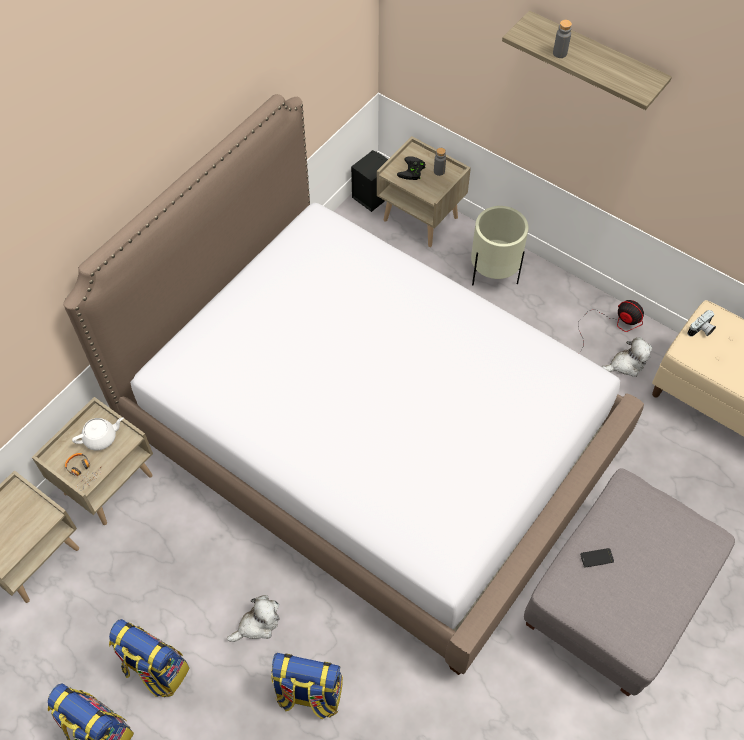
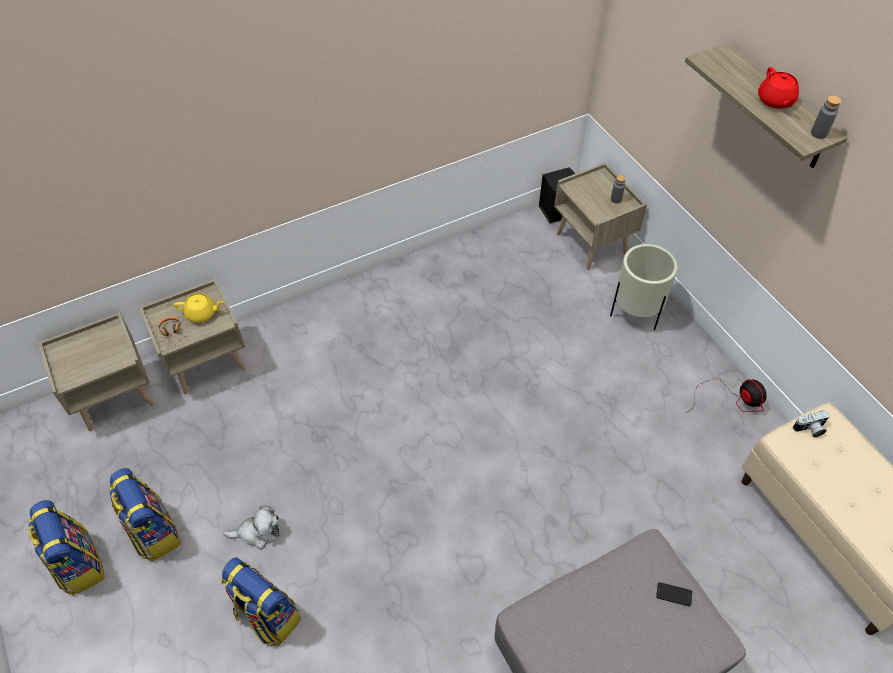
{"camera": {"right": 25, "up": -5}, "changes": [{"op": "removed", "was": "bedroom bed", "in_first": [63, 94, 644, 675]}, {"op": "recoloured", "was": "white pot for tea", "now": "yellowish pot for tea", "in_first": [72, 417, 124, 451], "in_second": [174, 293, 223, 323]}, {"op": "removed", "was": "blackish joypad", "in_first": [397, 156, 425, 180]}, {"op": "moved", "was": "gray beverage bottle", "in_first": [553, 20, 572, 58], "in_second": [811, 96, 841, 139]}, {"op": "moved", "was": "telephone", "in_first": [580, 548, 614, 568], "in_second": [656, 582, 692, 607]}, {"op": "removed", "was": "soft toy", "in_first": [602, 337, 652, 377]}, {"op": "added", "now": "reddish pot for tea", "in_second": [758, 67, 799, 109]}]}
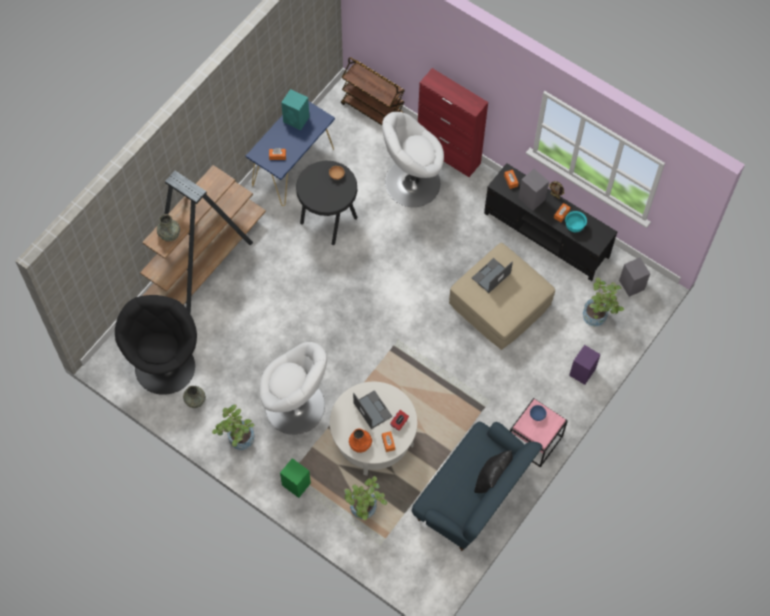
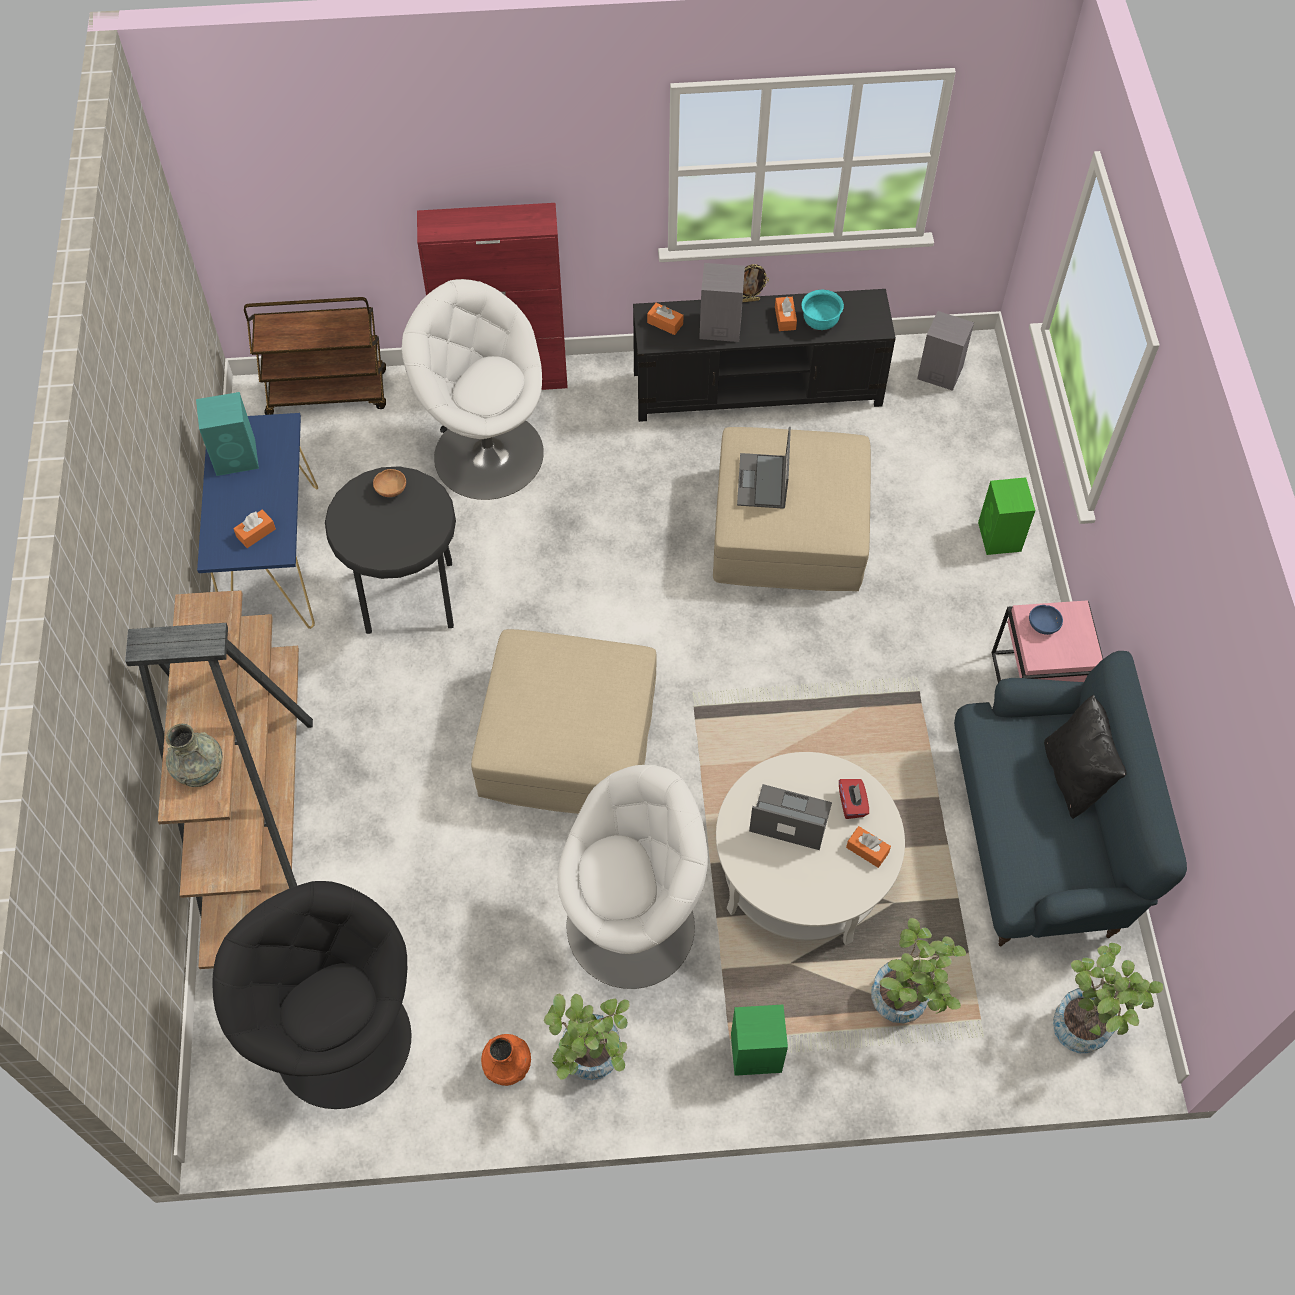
{"camera": {"right": -40, "up": -5}, "changes": [{"op": "removed", "was": "gray vase", "in_first": [183, 386, 206, 408]}, {"op": "moved", "was": "orange vase", "in_first": [349, 428, 372, 453], "in_second": [481, 1034, 531, 1086]}, {"op": "turned", "was": "white lounge chair", "in_first": [382, 112, 444, 207], "in_second": [402, 279, 544, 500], "clockwise": 90}, {"op": "recoloured", "was": "purple-coloured speaker", "now": "greenish speaker", "in_first": [569, 345, 601, 385], "in_second": [978, 477, 1036, 555]}, {"op": "moved", "was": "plant in a pot", "in_first": [583, 277, 624, 327], "in_second": [1053, 943, 1164, 1053]}, {"op": "added", "now": "beige footrest", "in_second": [471, 629, 657, 814]}]}
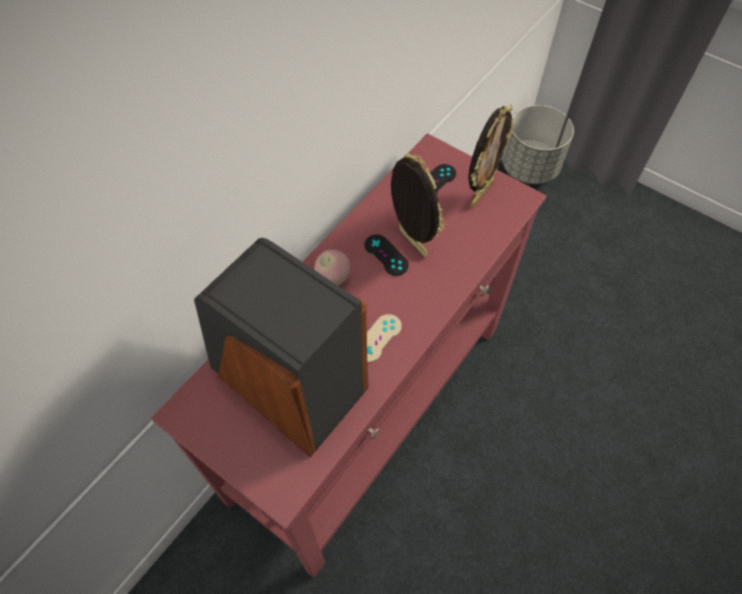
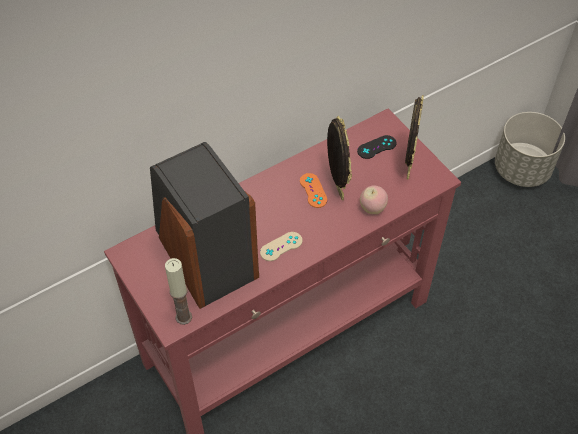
{"camera": {"right": 20, "up": -5}, "changes": [{"op": "moved", "was": "apple fruit", "in_first": [314, 249, 350, 285], "in_second": [360, 185, 388, 214]}, {"op": "recoloured", "was": "blackish joypad", "now": "orange joypad", "in_first": [364, 234, 409, 276], "in_second": [300, 173, 328, 208]}, {"op": "turned", "was": "picture frame", "in_first": [468, 105, 514, 208], "in_second": [405, 95, 424, 180], "clockwise": -45}, {"op": "added", "now": "candle", "in_second": [165, 258, 192, 325]}]}
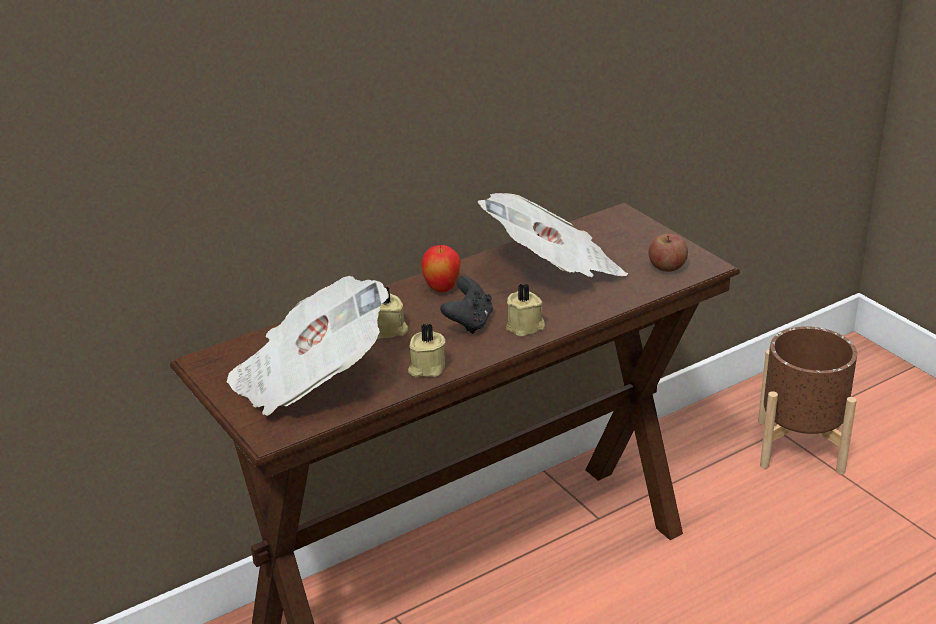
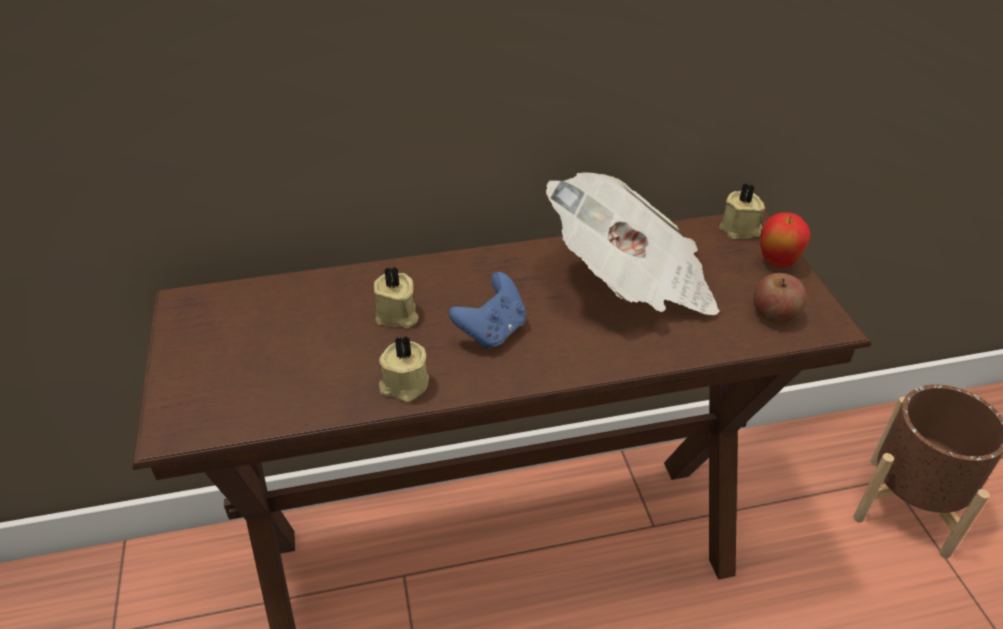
{"camera": {"right": 20, "up": 10}, "changes": [{"op": "removed", "was": "newspaper", "in_first": [227, 276, 389, 416]}, {"op": "moved", "was": "apple fruit", "in_first": [421, 245, 461, 292], "in_second": [760, 212, 811, 268]}, {"op": "recoloured", "was": "blackish joypad", "now": "blue joypad", "in_first": [440, 276, 493, 334], "in_second": [449, 272, 526, 350]}, {"op": "moved", "was": "beige candle", "in_first": [506, 284, 545, 337], "in_second": [719, 183, 765, 239]}]}
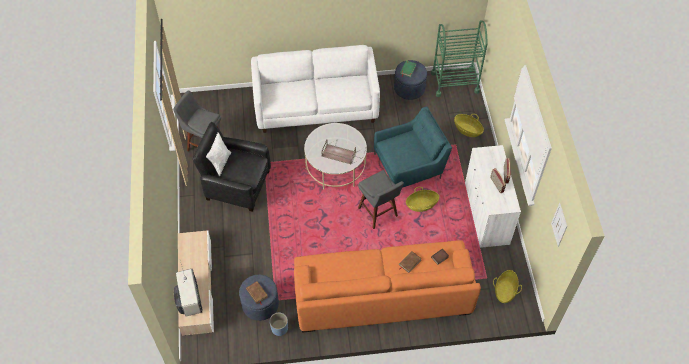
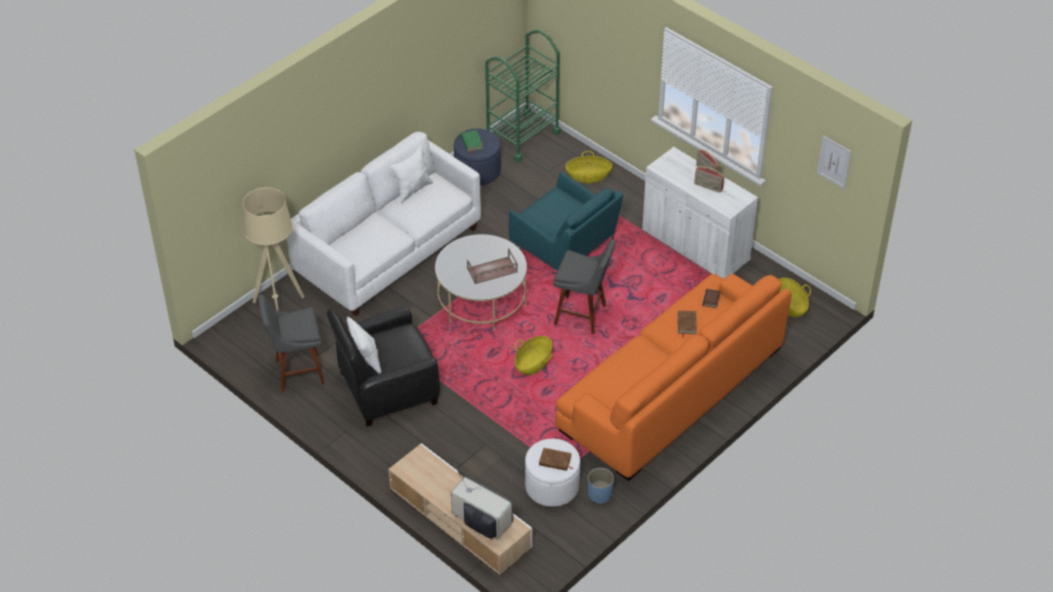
{"camera": {"right": -40, "up": -10}, "changes": [{"op": "recoloured", "was": "blue footrest", "now": "white footrest", "in_first": [239, 275, 279, 321], "in_second": [525, 439, 580, 507]}, {"op": "turned", "was": "blue-green lounge chair", "in_first": [374, 107, 452, 188], "in_second": [509, 172, 623, 271], "clockwise": 105}, {"op": "moved", "was": "storage basket", "in_first": [406, 187, 439, 212], "in_second": [515, 336, 553, 375]}, {"op": "added", "now": "beige floor lamp", "in_second": [243, 187, 305, 311]}, {"op": "added", "now": "white cushion", "in_second": [390, 145, 433, 204]}]}
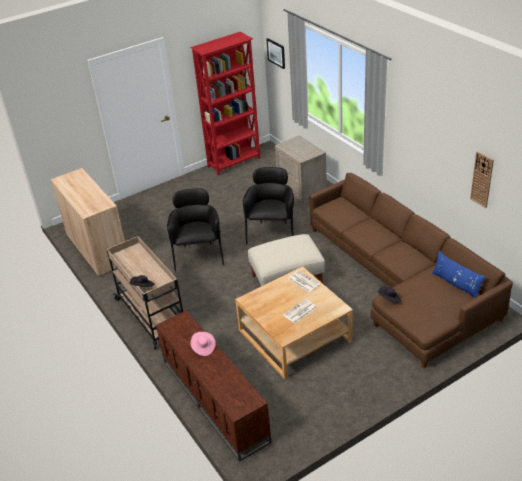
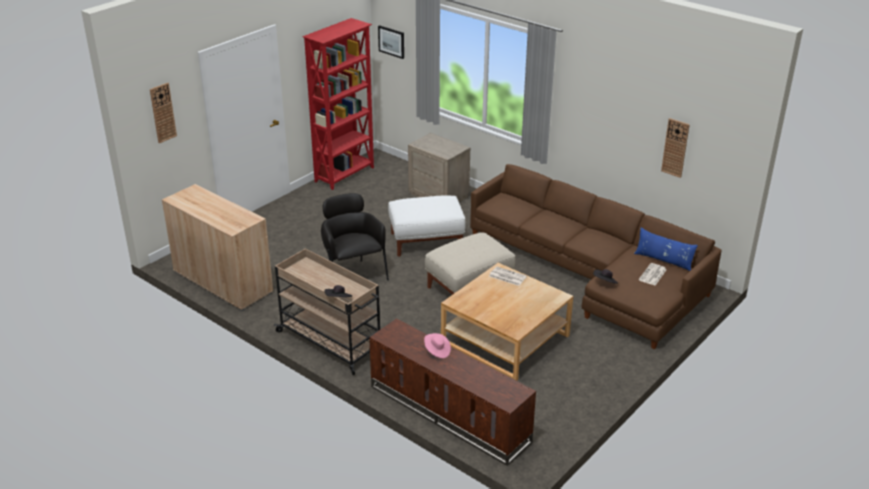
{"camera": {"right": -20, "up": -5}, "changes": [{"op": "replaced", "was": "blackish lounge chair", "now": "white footrest", "in_first": [243, 167, 294, 244], "in_second": [388, 195, 466, 257]}, {"op": "moved", "was": "newspaper", "in_first": [283, 299, 317, 323], "in_second": [639, 263, 667, 285]}, {"op": "added", "now": "wall clock", "in_second": [150, 83, 177, 143]}]}
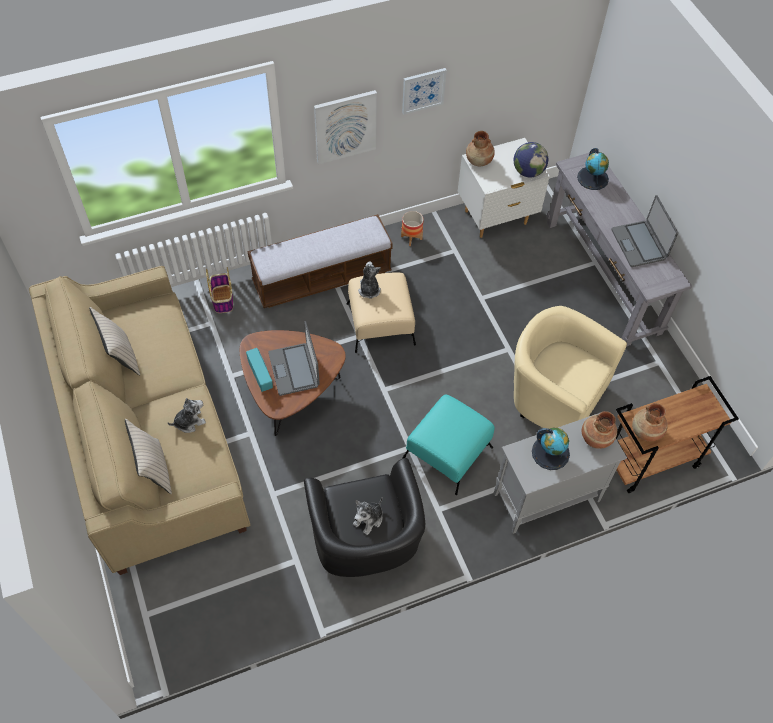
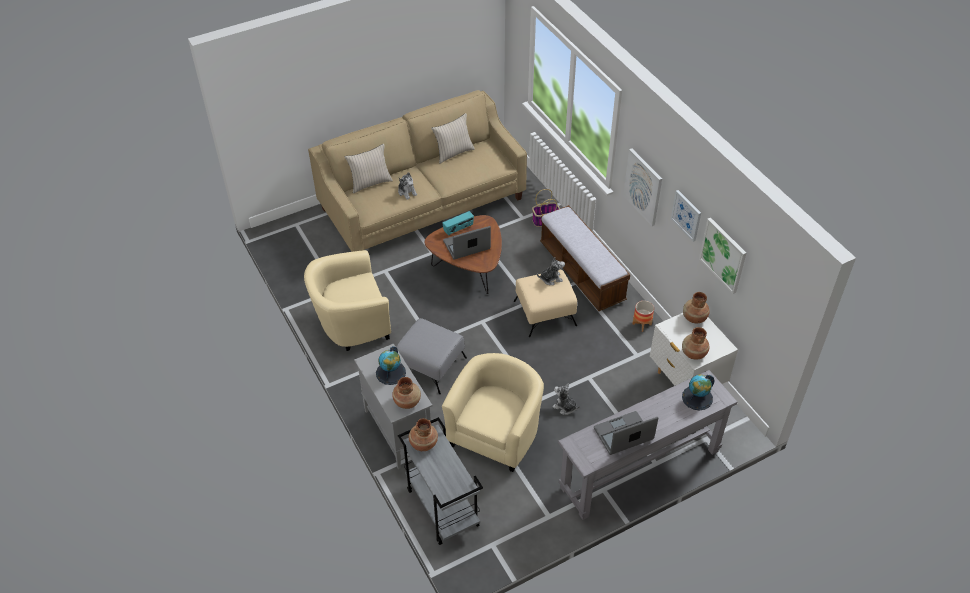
{"camera": {"right": 85, "up": -10}, "changes": [{"op": "recoloured", "was": "blackish lounge chair", "now": "beige lounge chair", "in_first": [304, 458, 425, 577], "in_second": [304, 250, 391, 351]}, {"op": "moved", "was": "soft toy", "in_first": [353, 497, 383, 535], "in_second": [553, 383, 580, 415]}, {"op": "recoloured", "was": "blue-green footrest", "now": "gray footrest", "in_first": [402, 394, 495, 495], "in_second": [396, 318, 467, 394]}, {"op": "replaced", "was": "desk globe", "now": "brownish vase", "in_first": [514, 142, 548, 178], "in_second": [682, 327, 709, 359]}, {"op": "recoloured", "was": "brownish wheeled cart", "now": "gray wheeled cart", "in_first": [616, 376, 739, 493], "in_second": [398, 417, 483, 545]}, {"op": "added", "now": "picture", "in_second": [699, 218, 746, 294]}]}
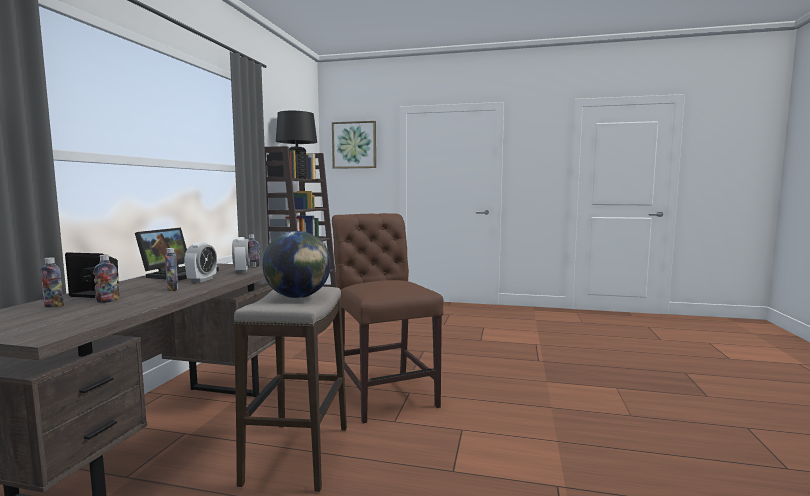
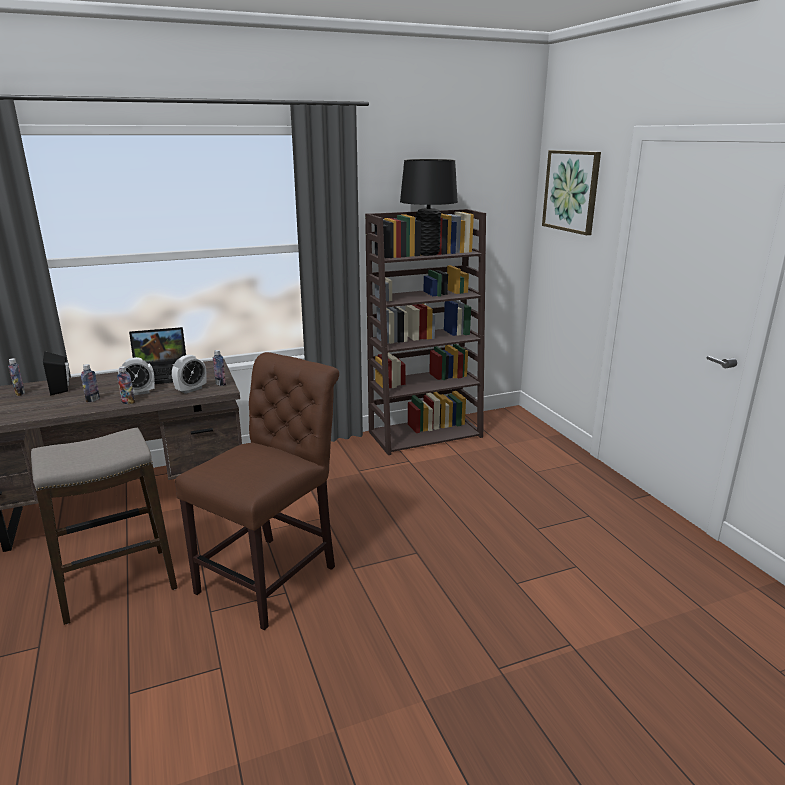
{"camera": {"right": 55, "up": 15}, "changes": [{"op": "moved", "was": "beverage bottle", "in_first": [93, 255, 120, 303], "in_second": [117, 366, 135, 404]}, {"op": "removed", "was": "desk globe", "in_first": [262, 231, 331, 298]}]}
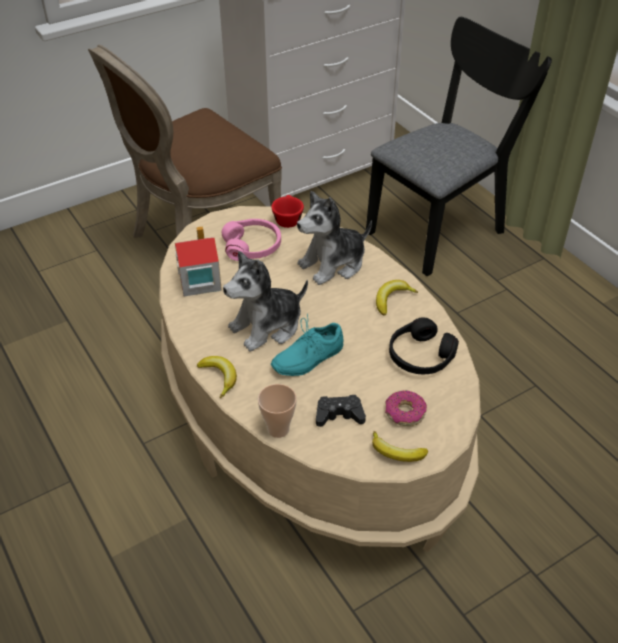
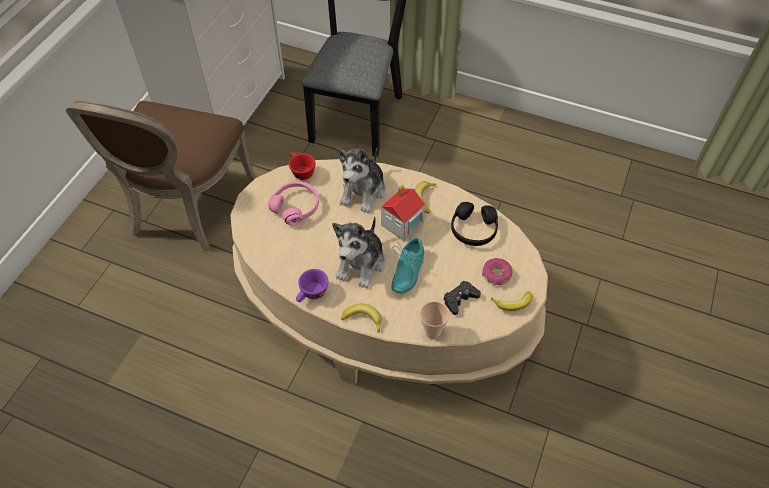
{"camera": {"right": -35, "up": 10}, "changes": [{"op": "moved", "was": "miniature house", "in_first": [175, 226, 222, 296], "in_second": [381, 185, 425, 241]}, {"op": "added", "now": "purple-coloured cup", "in_second": [296, 269, 329, 302]}]}
